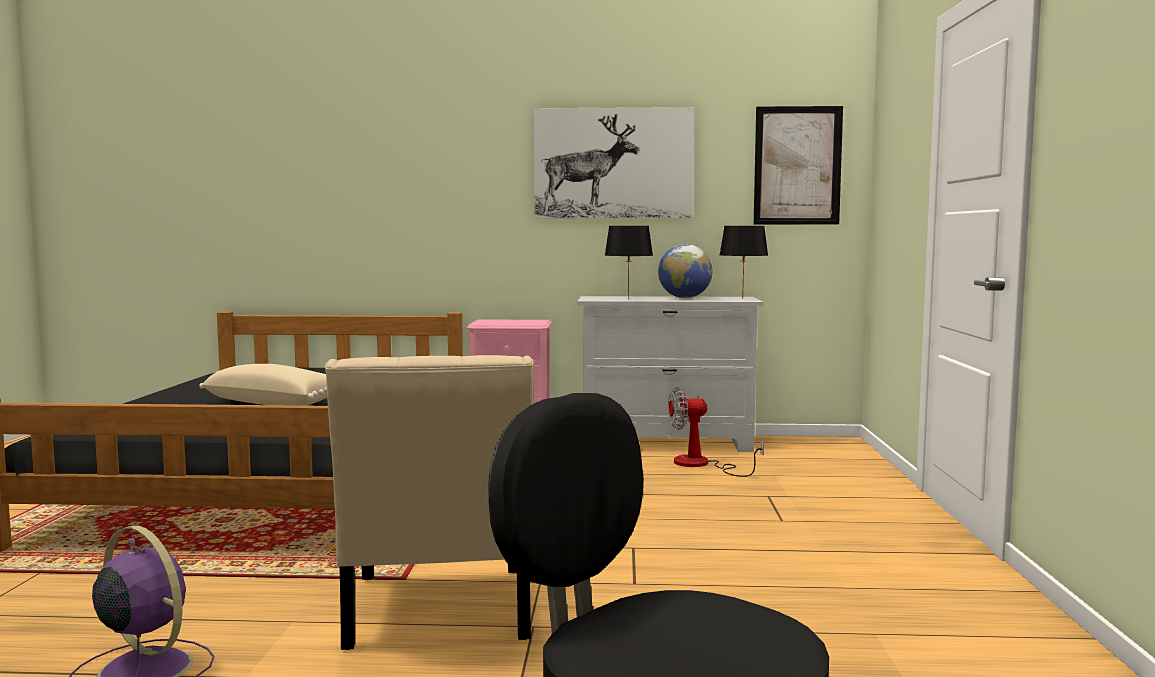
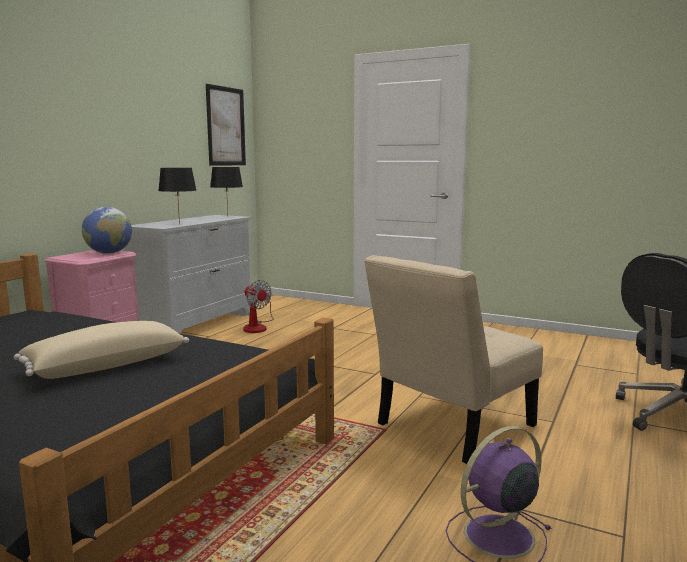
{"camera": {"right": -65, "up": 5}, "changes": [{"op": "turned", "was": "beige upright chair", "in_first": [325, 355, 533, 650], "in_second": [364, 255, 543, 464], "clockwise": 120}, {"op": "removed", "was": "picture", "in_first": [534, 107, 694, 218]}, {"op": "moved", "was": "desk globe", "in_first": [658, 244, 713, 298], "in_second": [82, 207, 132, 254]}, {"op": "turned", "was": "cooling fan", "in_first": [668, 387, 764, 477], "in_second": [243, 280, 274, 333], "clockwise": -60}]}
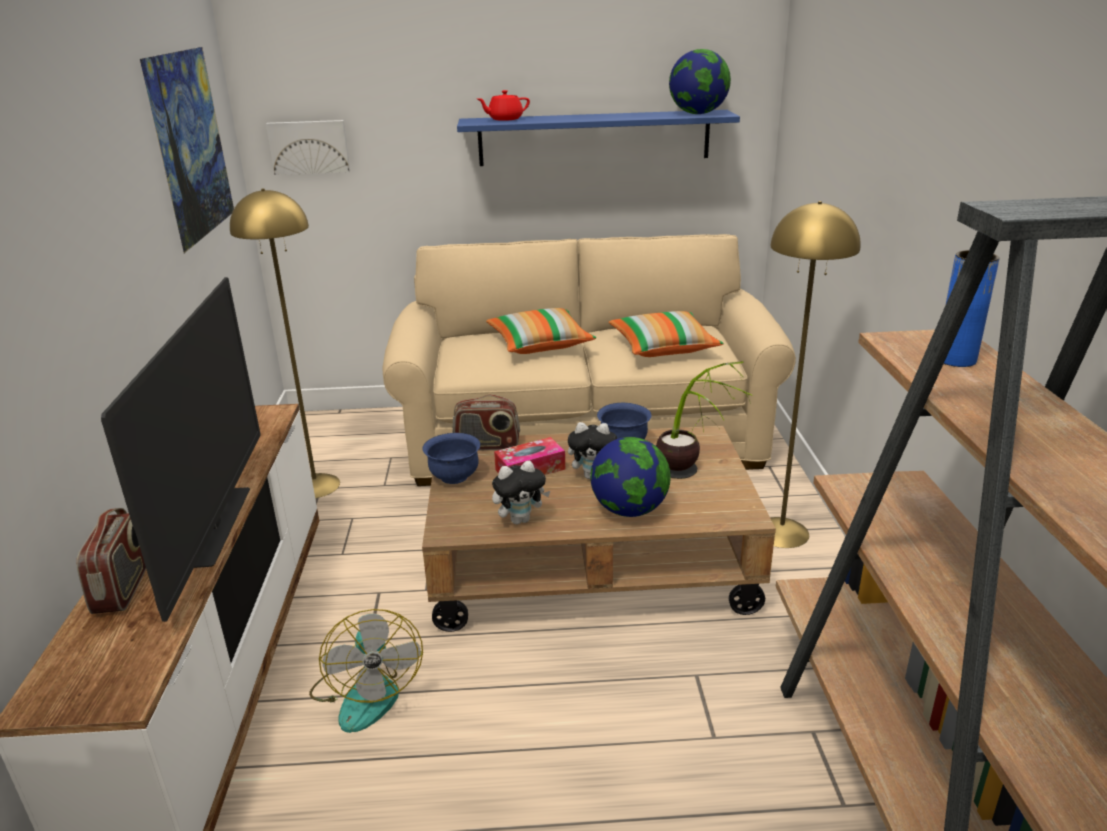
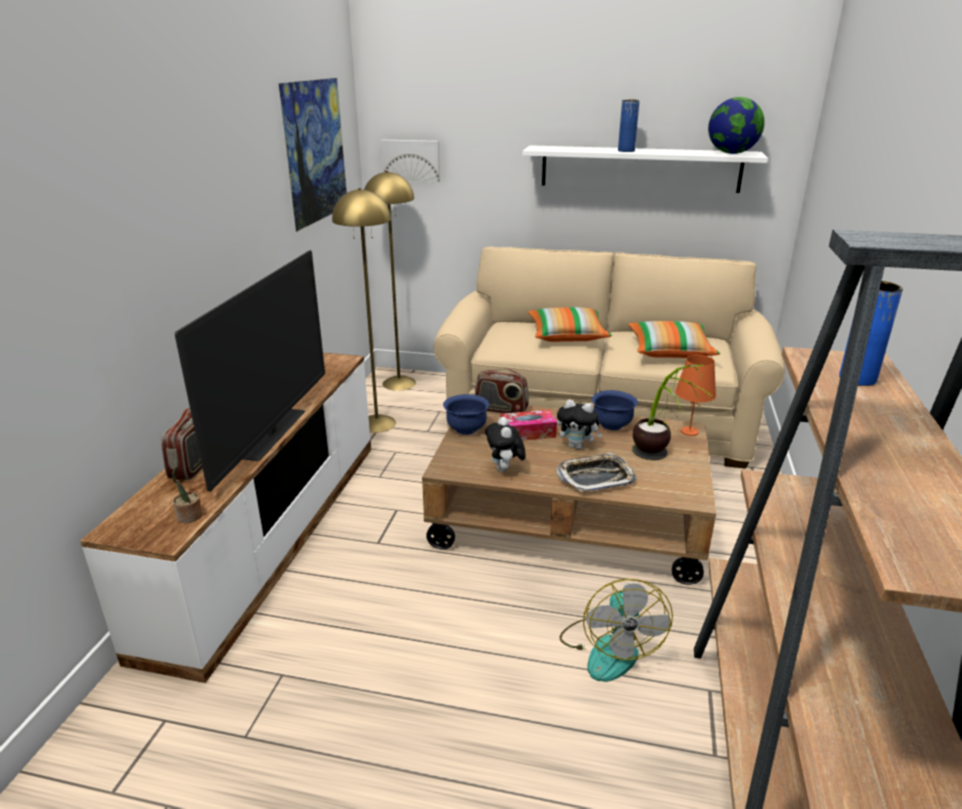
{"camera": {"right": 15, "up": 0}, "changes": [{"op": "moved", "was": "cooling fan", "in_first": [309, 609, 423, 733], "in_second": [559, 579, 673, 682]}, {"op": "recoloured", "was": "blue bracket shelf", "now": "white bracket shelf", "in_first": [457, 110, 740, 166], "in_second": [522, 145, 768, 193]}, {"op": "removed", "was": "reddish pot for tea", "in_first": [478, 90, 530, 121]}, {"op": "turned", "was": "soft toy", "in_first": [492, 461, 550, 524], "in_second": [485, 417, 526, 472], "clockwise": 90}, {"op": "replaced", "was": "desk globe", "now": "serving tray", "in_first": [590, 437, 671, 517], "in_second": [557, 453, 637, 492]}, {"op": "moved", "was": "yellowish floor lamp", "in_first": [770, 201, 861, 548], "in_second": [364, 171, 416, 391]}, {"op": "added", "now": "plant in a pot", "in_second": [172, 466, 203, 523]}, {"op": "added", "now": "blue vase", "in_second": [618, 100, 640, 152]}, {"op": "added", "now": "orange lamp for a table", "in_second": [675, 355, 716, 436]}]}
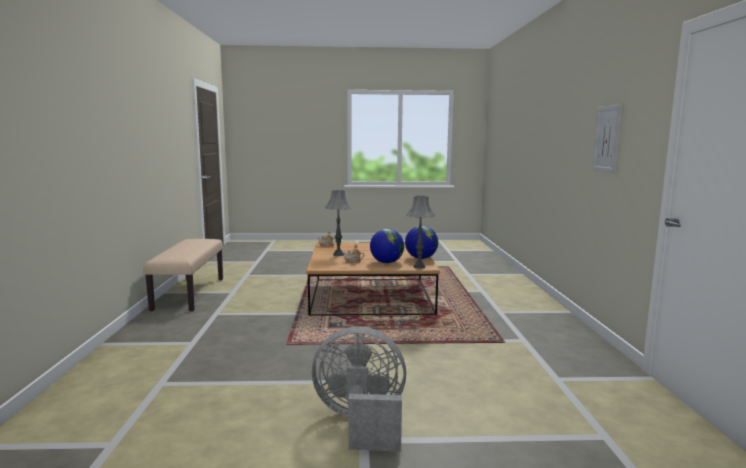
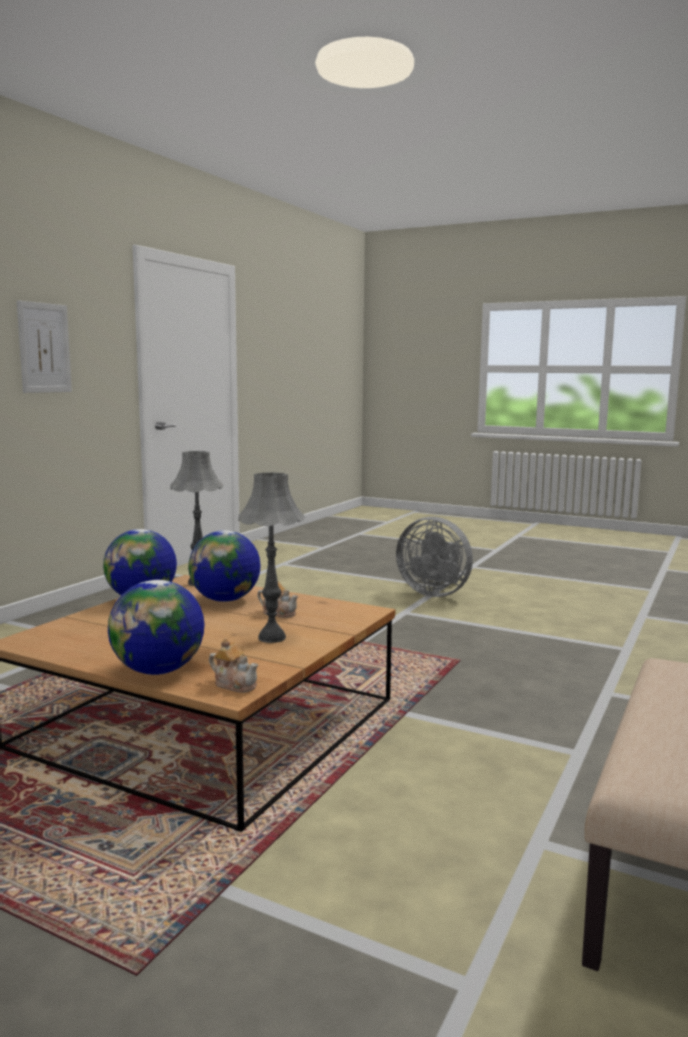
{"camera": {"right": -150, "up": 0}, "changes": [{"op": "added", "now": "desk globe", "in_second": [108, 580, 205, 675]}]}
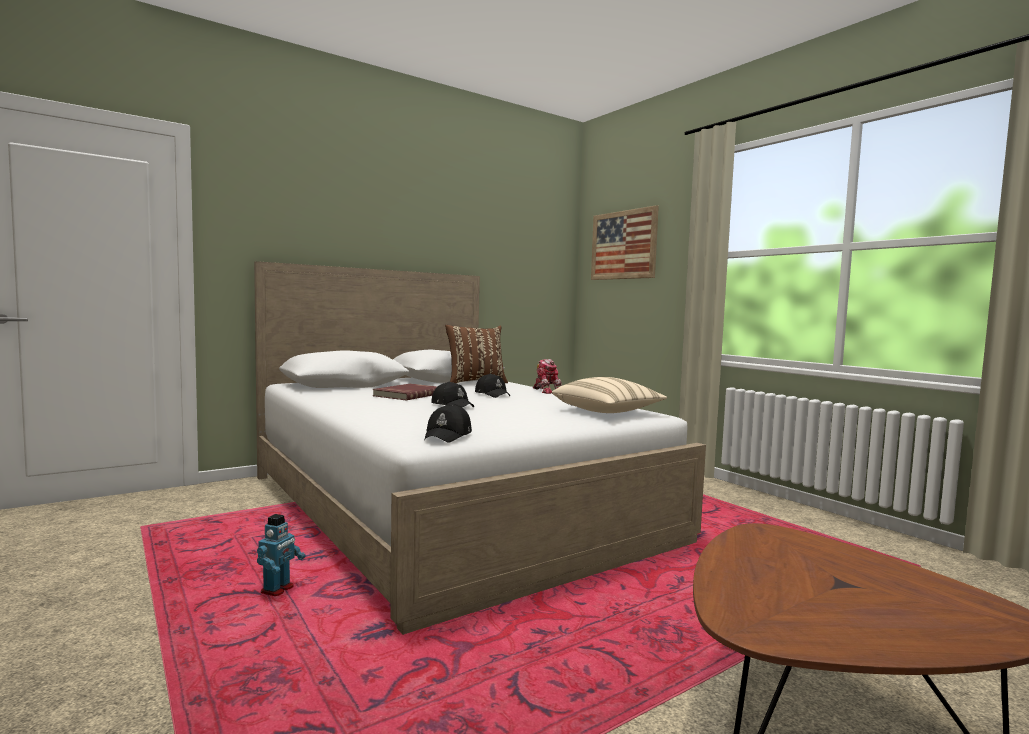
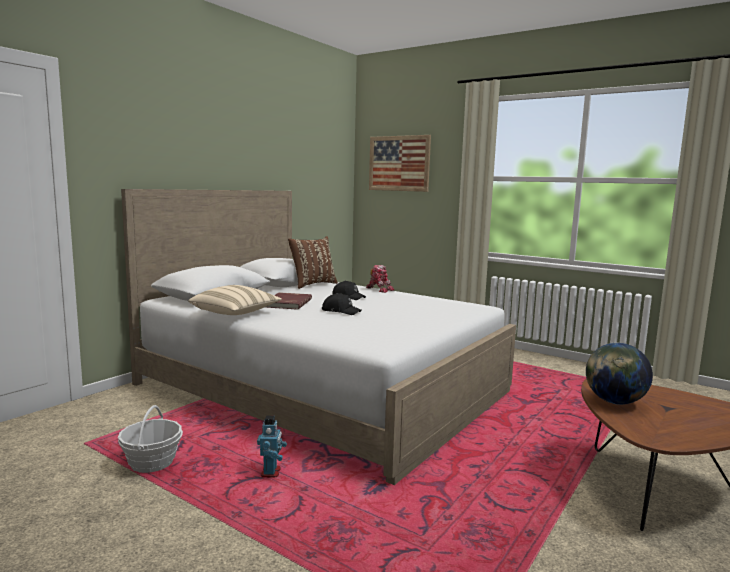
{"camera": {"right": -20, "up": 5}, "changes": [{"op": "removed", "was": "blackish peaked cap", "in_first": [424, 404, 472, 443]}, {"op": "moved", "was": "beige cushion", "in_first": [552, 377, 667, 413], "in_second": [188, 285, 282, 315]}, {"op": "added", "now": "storage basket", "in_second": [118, 405, 183, 473]}, {"op": "added", "now": "desk globe", "in_second": [586, 342, 653, 405]}]}
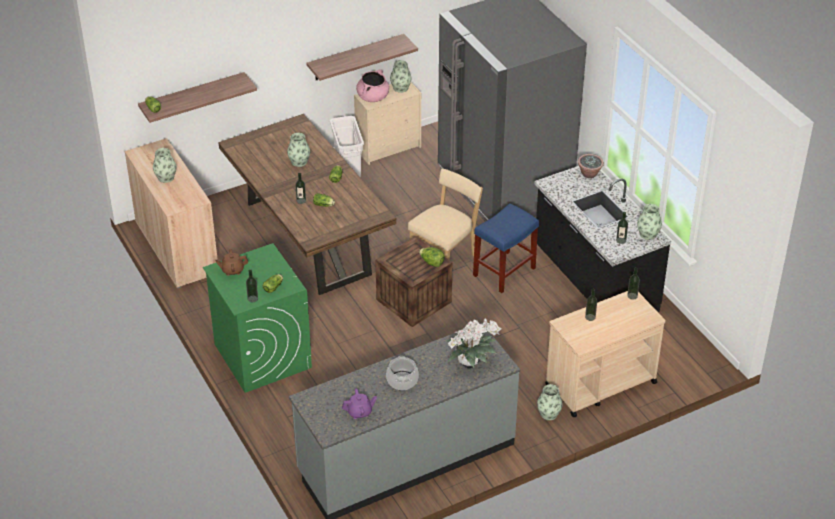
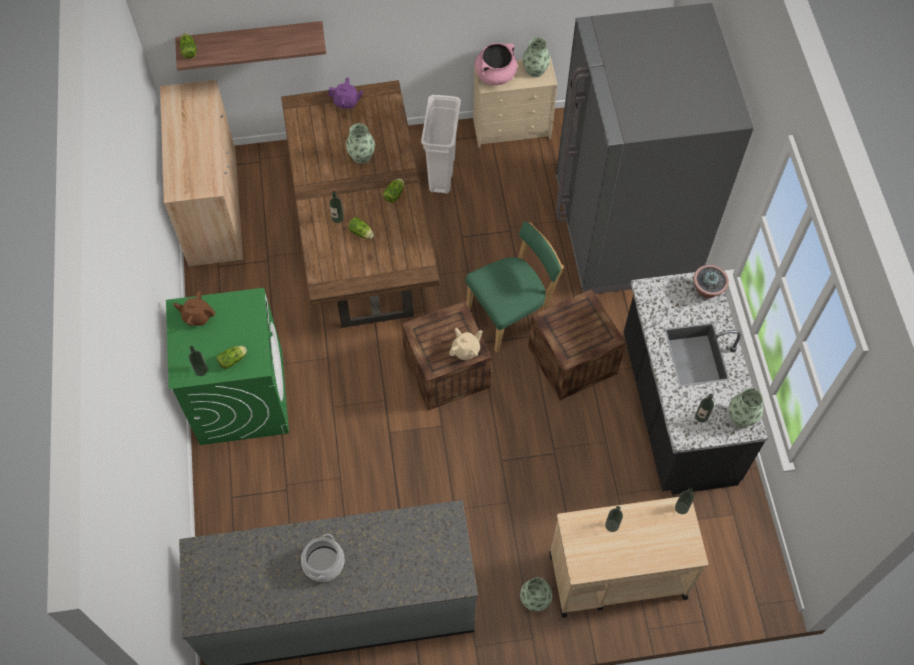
{"camera": {"right": 20, "up": 20}, "changes": [{"op": "removed", "was": "vase", "in_first": [153, 148, 177, 183]}, {"op": "removed", "was": "bracket shelf", "in_first": [306, 34, 418, 81]}, {"op": "moved", "was": "purple-coloured pot for tea", "in_first": [342, 389, 377, 419], "in_second": [328, 78, 363, 109]}, {"op": "recoloured", "was": "beige upright chair", "now": "greenish upright chair", "in_first": [408, 168, 483, 260], "in_second": [465, 221, 564, 353]}, {"op": "replaced", "was": "lettuce", "now": "beige pot for tea", "in_first": [419, 247, 445, 267], "in_second": [449, 328, 483, 360]}, {"op": "removed", "was": "plant in a pot", "in_first": [445, 319, 501, 368]}, {"op": "replaced", "was": "blue stool seat", "now": "crate", "in_first": [473, 203, 539, 293], "in_second": [528, 289, 626, 400]}]}
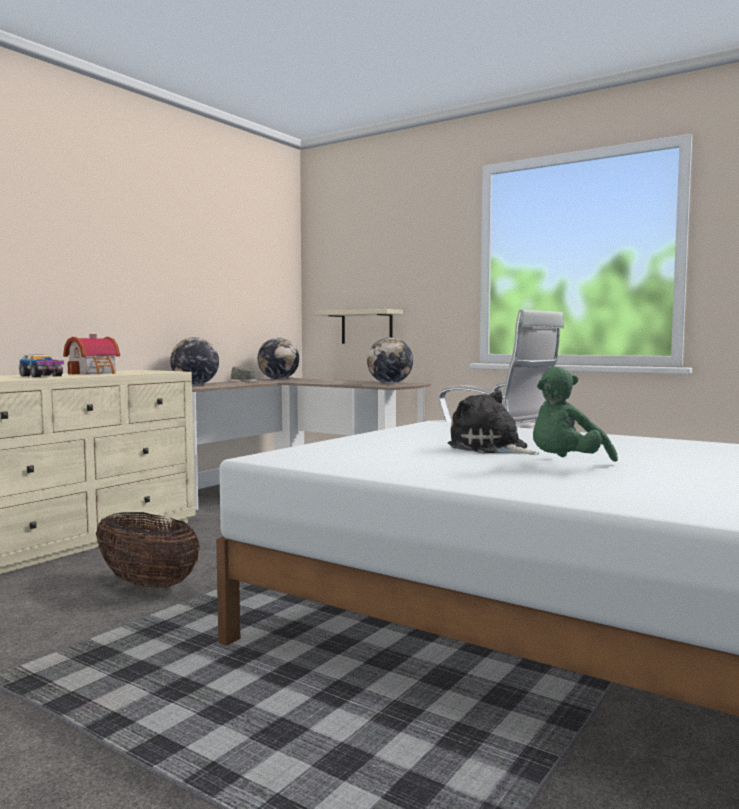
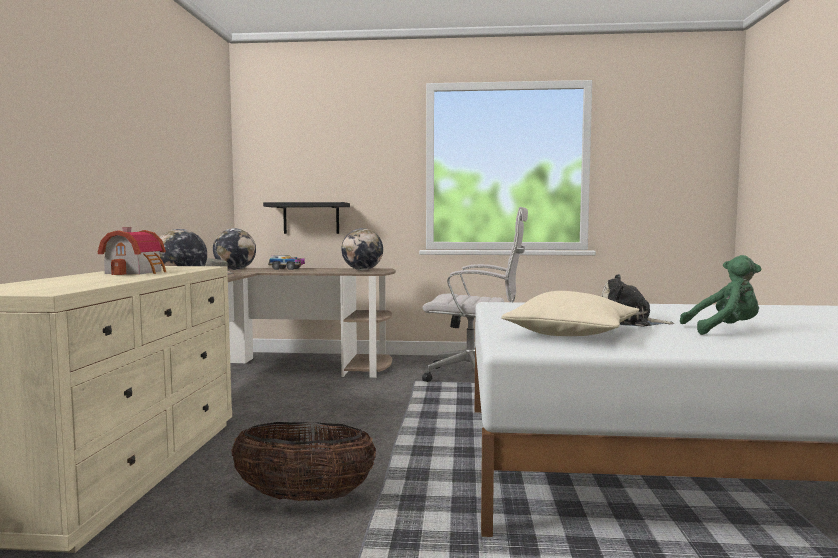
{"camera": {"right": -30, "up": 0}, "changes": [{"op": "moved", "was": "toy truck", "in_first": [19, 354, 64, 377], "in_second": [268, 255, 305, 270]}, {"op": "recoloured", "was": "beige bracket shelf", "now": "blackish bracket shelf", "in_first": [315, 309, 403, 344], "in_second": [263, 202, 350, 234]}, {"op": "turned", "was": "greenish soft toy", "in_first": [533, 367, 618, 462], "in_second": [680, 255, 761, 335], "clockwise": -105}, {"op": "added", "now": "beige cushion", "in_second": [501, 291, 639, 336]}]}
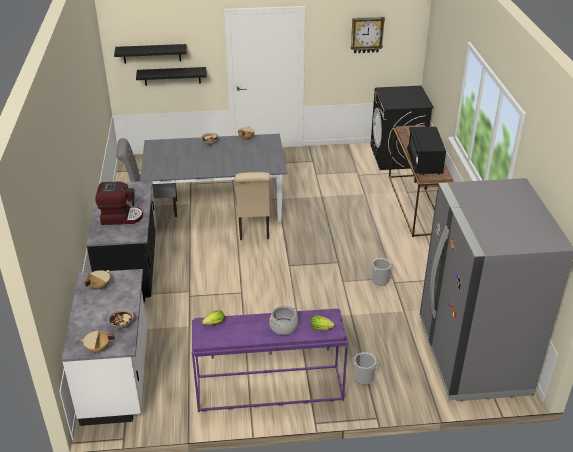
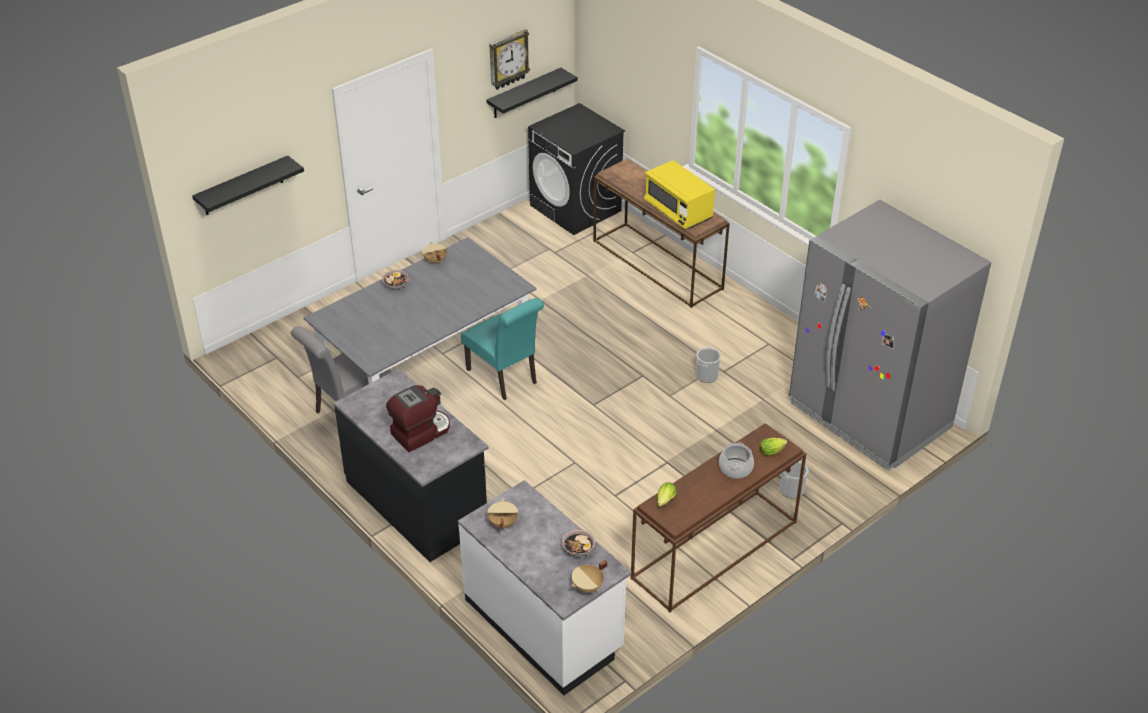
{"camera": {"right": -35, "up": 5}, "changes": [{"op": "moved", "was": "blackish bracket shelf", "in_first": [136, 67, 207, 86], "in_second": [486, 68, 578, 118]}, {"op": "recoloured", "was": "purple-coloured hall table", "now": "brownish hall table", "in_first": [192, 308, 348, 412], "in_second": [631, 423, 806, 612]}, {"op": "recoloured", "was": "beige upright chair", "now": "blue-green upright chair", "in_first": [235, 172, 271, 240], "in_second": [461, 298, 544, 400]}, {"op": "recoloured", "was": "blackish microwave oven", "now": "yellowish microwave oven", "in_first": [407, 127, 446, 175], "in_second": [644, 160, 715, 229]}]}
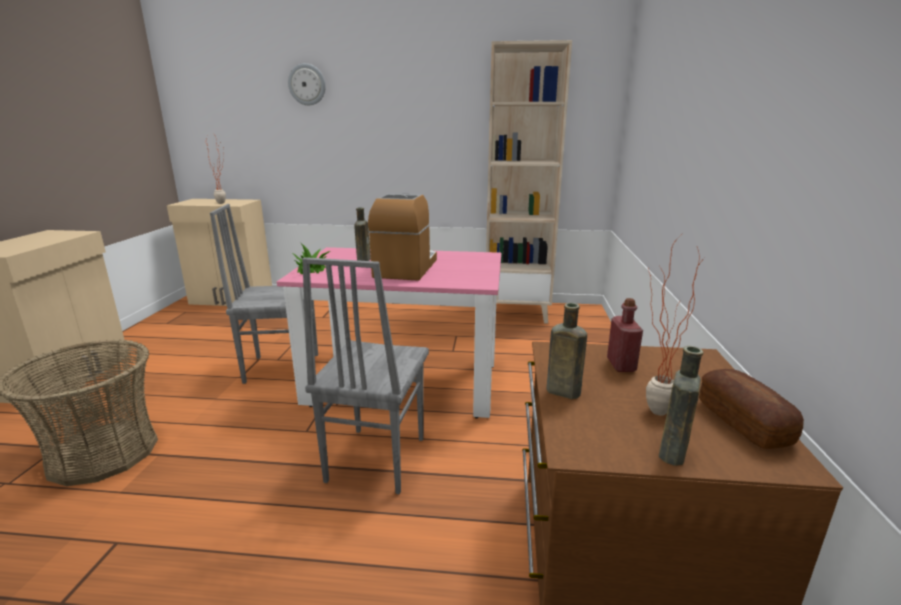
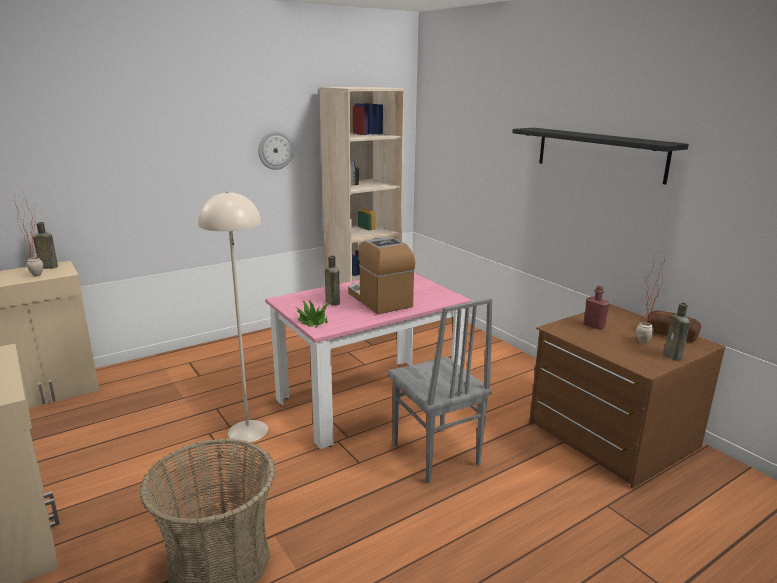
{"camera": {"right": -40, "up": 0}, "changes": [{"op": "replaced", "was": "gray upright chair", "now": "beige floor lamp", "in_first": [210, 204, 318, 384], "in_second": [198, 191, 268, 442]}, {"op": "moved", "was": "wall clock", "in_first": [288, 63, 326, 105], "in_second": [258, 131, 294, 170]}, {"op": "moved", "was": "brownish beverage bottle", "in_first": [546, 303, 587, 399], "in_second": [33, 222, 58, 269]}, {"op": "added", "now": "blackish bracket shelf", "in_second": [512, 128, 689, 185]}]}
